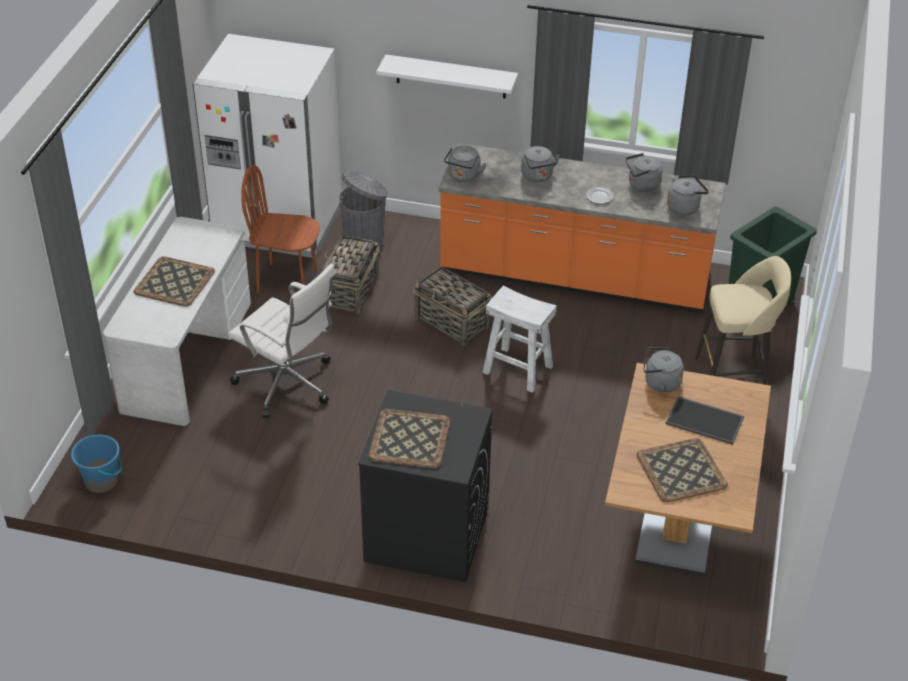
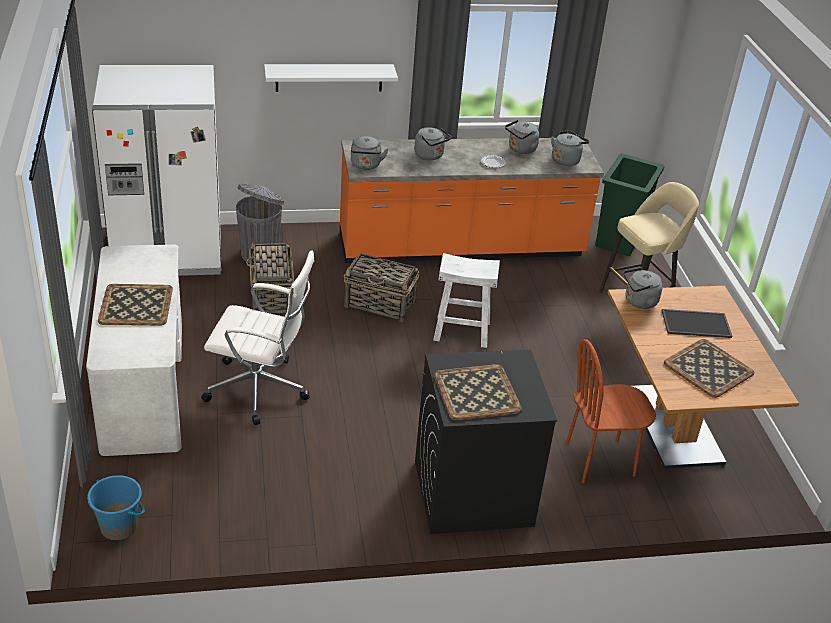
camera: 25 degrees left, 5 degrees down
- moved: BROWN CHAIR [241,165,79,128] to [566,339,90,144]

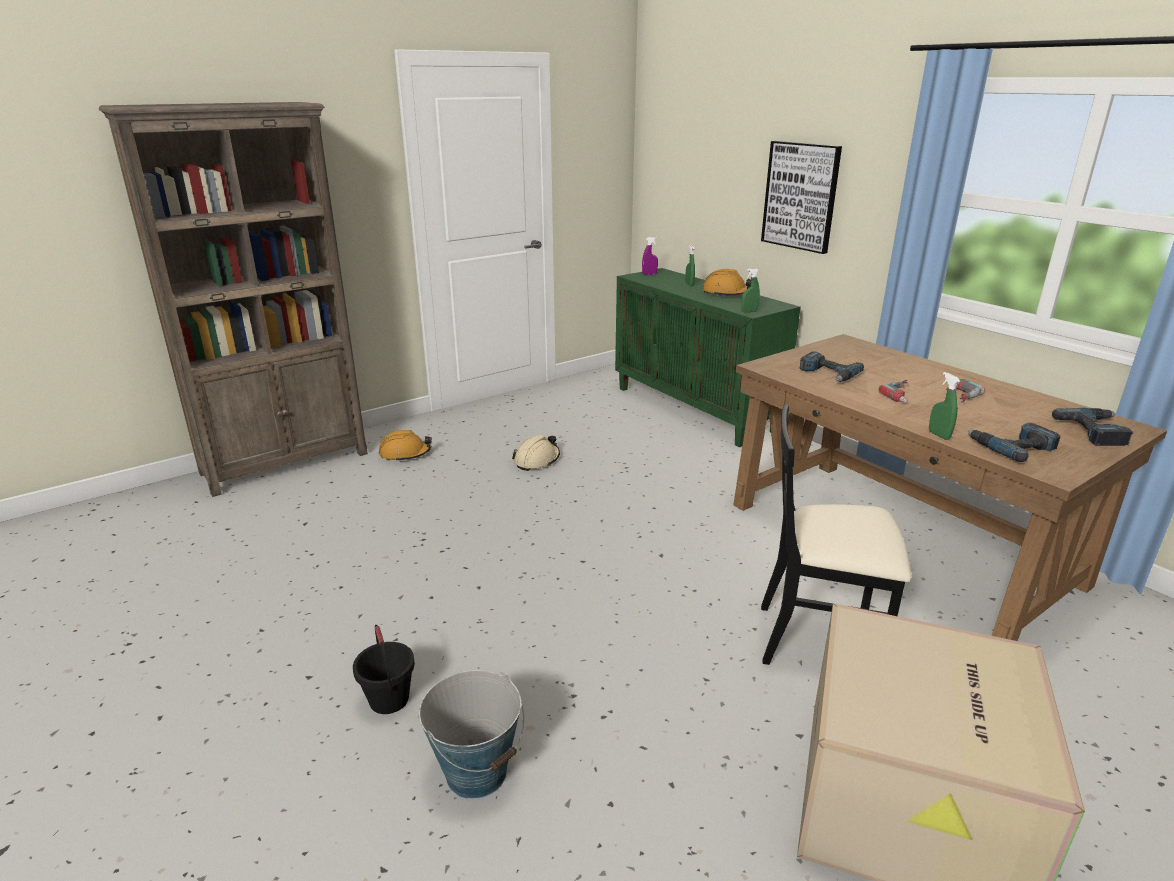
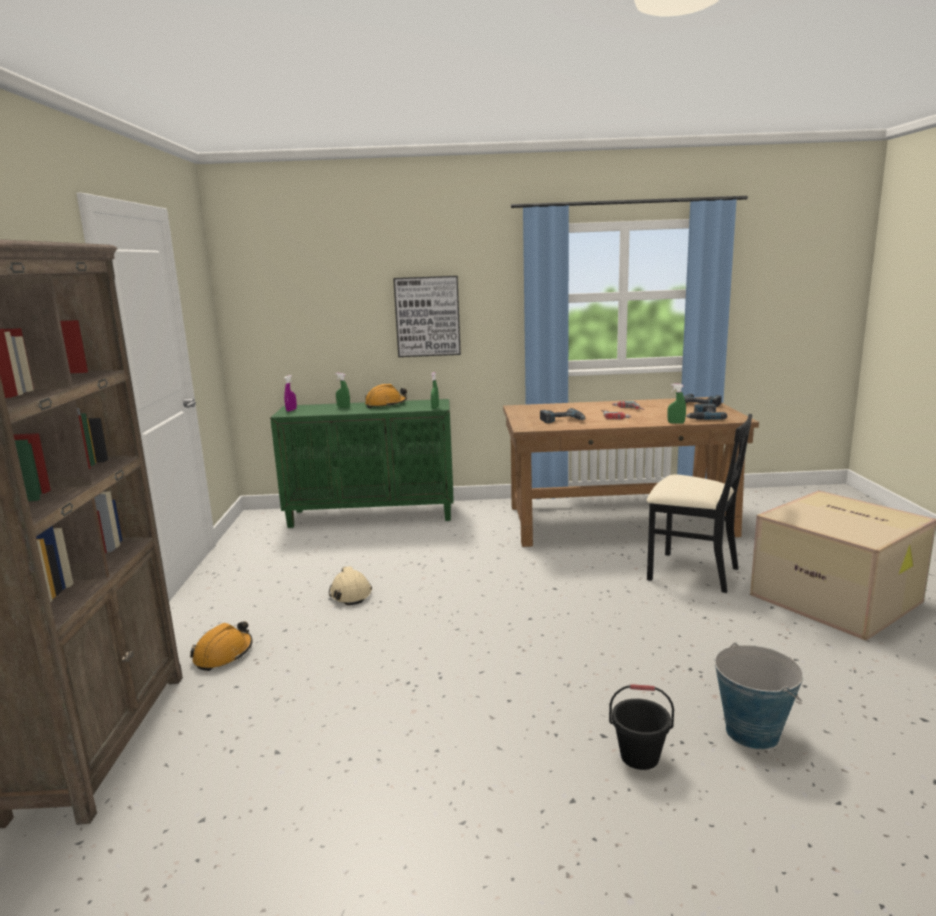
camera: 55 degrees left, 10 degrees down
- turned: BLACK-COLOURED CHAIR [761,405,150,260] = [647,414,105,179] 105 degrees counterclockwise

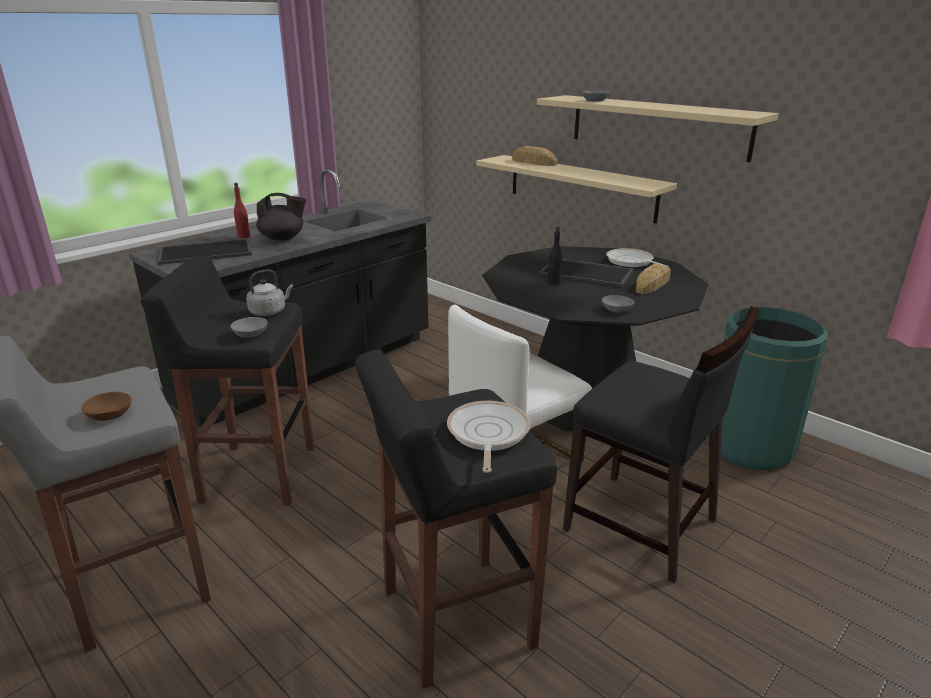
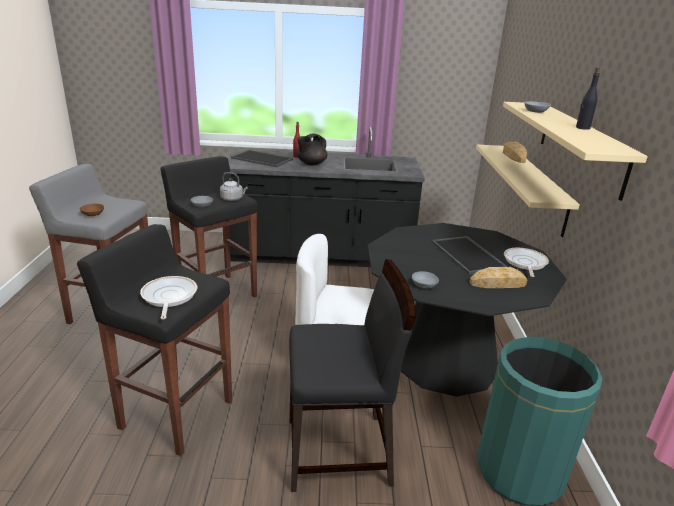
camera: 45 degrees right, 0 degrees up
- turned: BLACK-COLOURED TEAPOT [256,193,50,48] = [296,133,31,32] 90 degrees clockwise
- moved: BLACK-COLOURED DRINK BOTTLE [548,227,14,58] to [576,67,24,63]
- turned: BLACK-COLOURED CHAIR [563,306,196,277] = [289,259,127,233] 90 degrees counterclockwise
- turned: SKILLET [447,401,84,72] = [140,276,58,43] 60 degrees counterclockwise

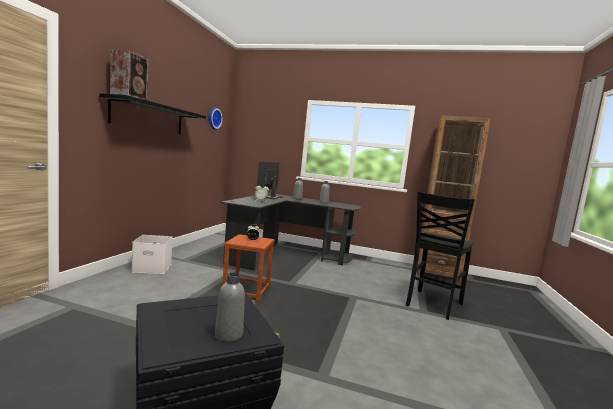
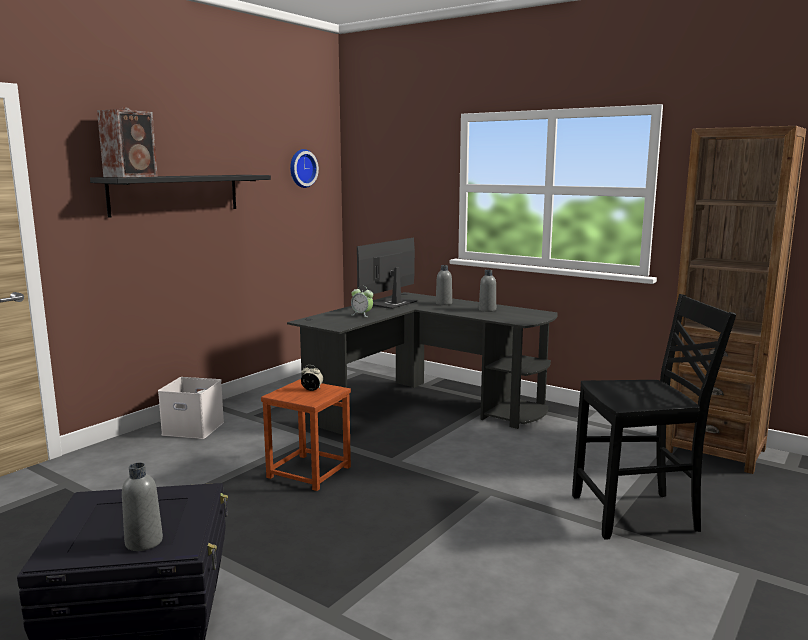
camera: 20 degrees right, 5 degrees up
- turned: BLACK-COLOURED CHAIR [406,191,69,129] = [572,294,164,246] 150 degrees counterclockwise

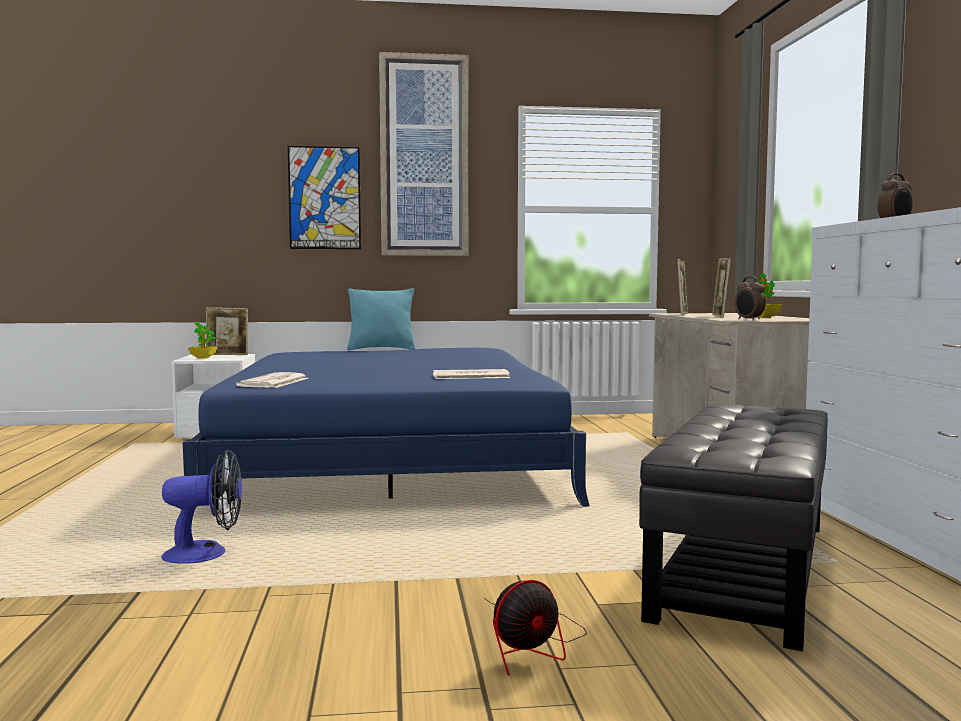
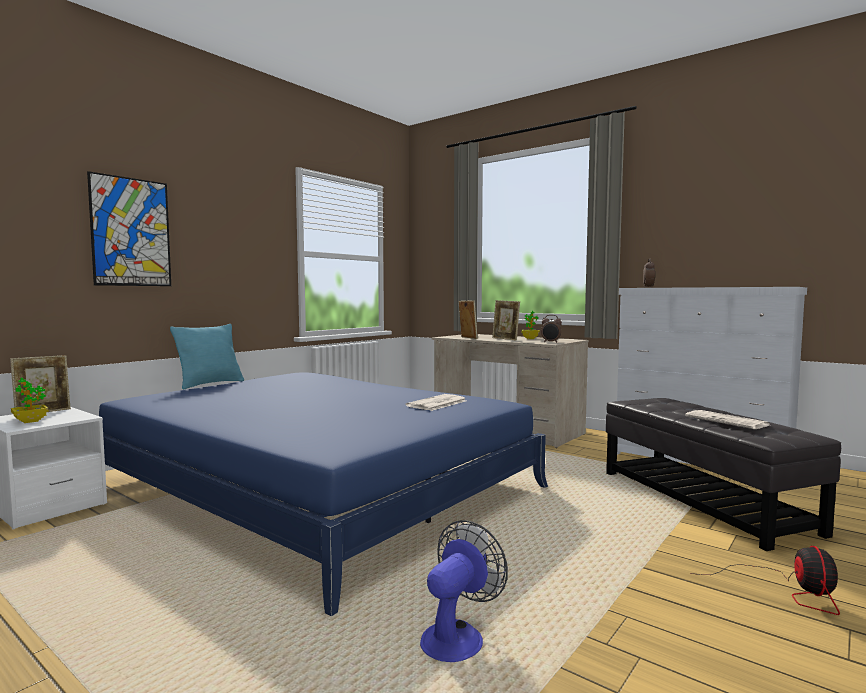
camera: 45 degrees left, 0 degrees up
- removed: WALL ART [379,52,89,204]
- moved: PRINTED PAPER [236,372,72,16] to [685,410,84,19]

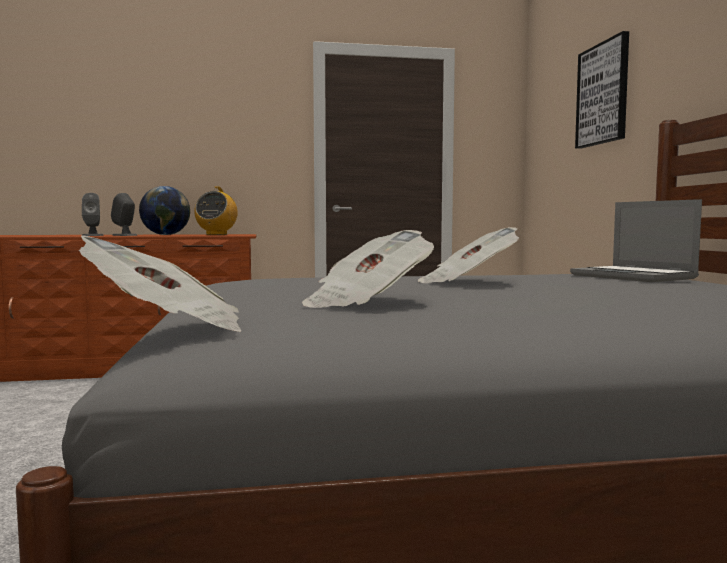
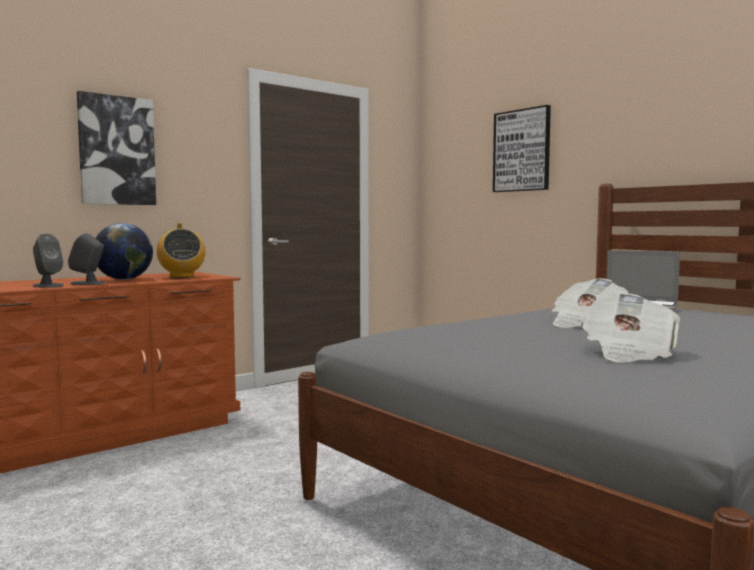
camera: 30 degrees left, 0 degrees up
- removed: PRINTED PAPER [79,235,162,97]
- added: WALL ART [77,91,79,114]

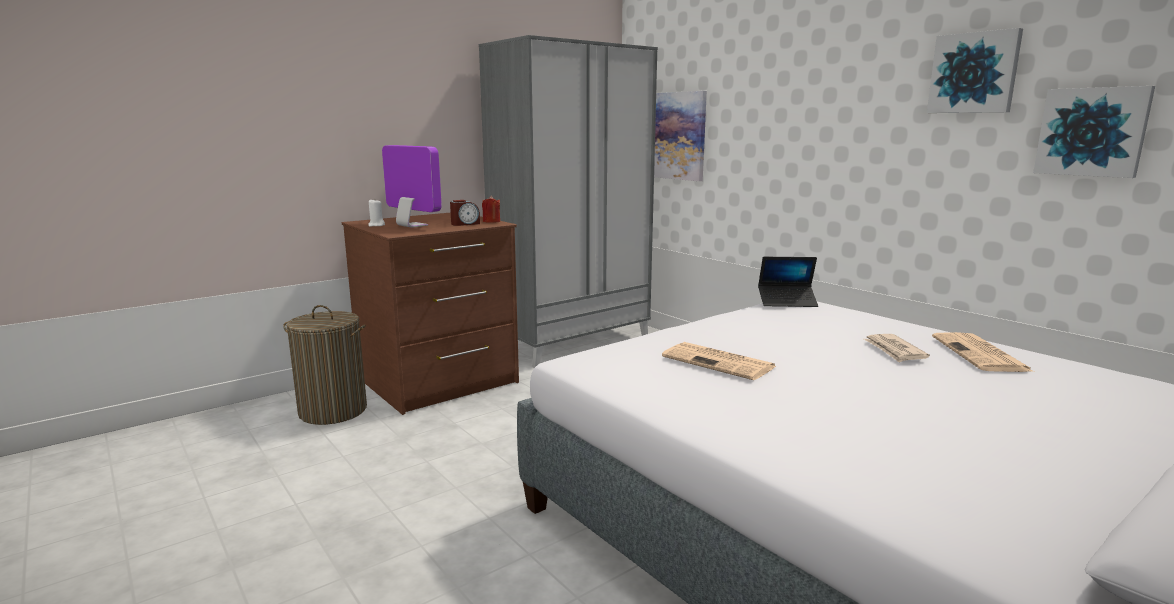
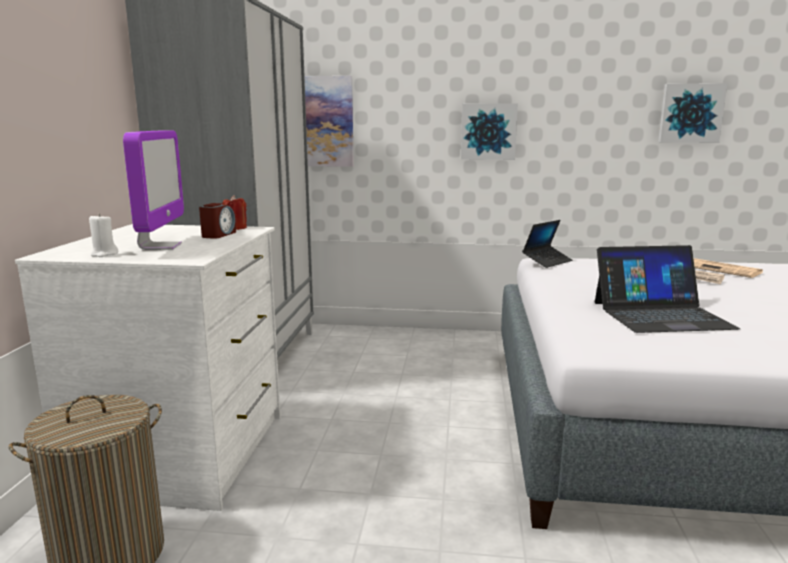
camera: 45 degrees left, 0 degrees up
- moved: WALL ART [927,28,96,85] to [461,103,57,57]
- turned: MONITOR [382,145,60,83] = [123,131,61,119] 90 degrees clockwise
- recoloured: BROWN DRESSER [342,213,177,202] to WHITE DRESSER [15,224,266,287]
- replaced: PRINTED PAPER [662,342,115,38] to LAPTOP [595,245,145,88]

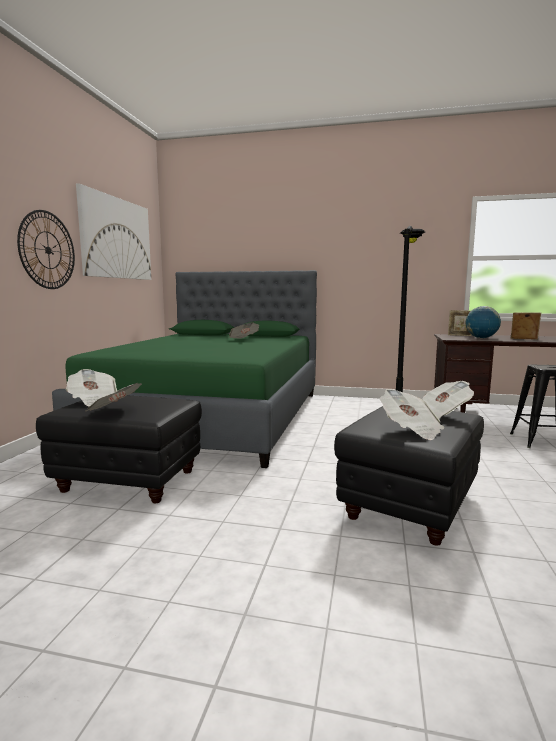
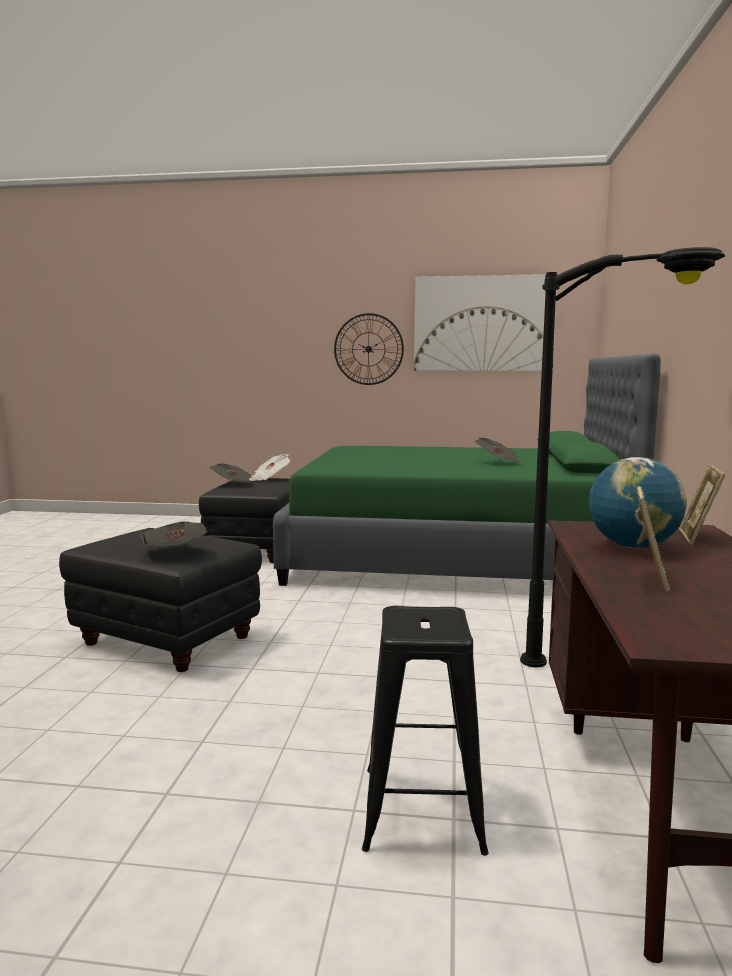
camera: 85 degrees right, 0 degrees up
- removed: PRINTED PAPER [380,389,65,51]

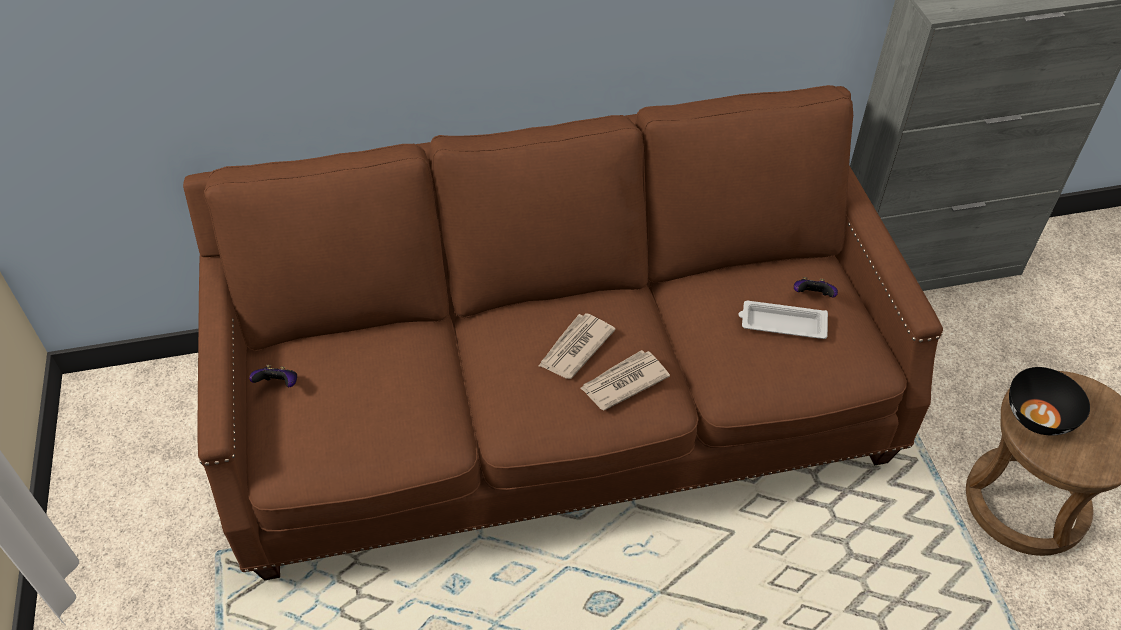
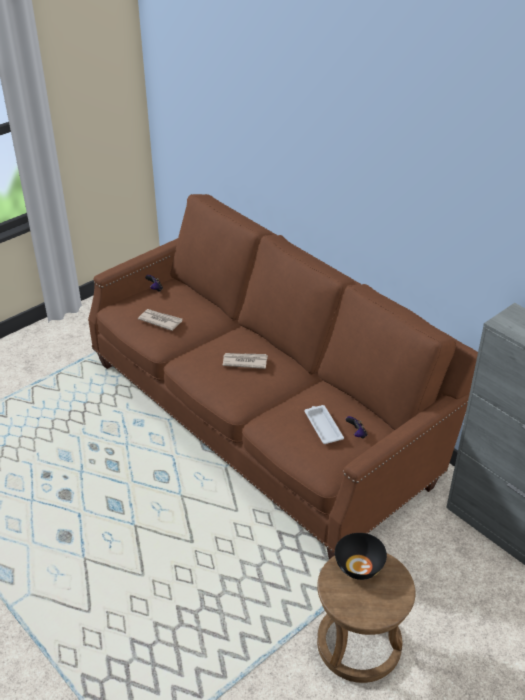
camera: 60 degrees right, 10 degrees down
- moved: PRINTED PAPER [580,350,90,61] to [138,309,44,22]

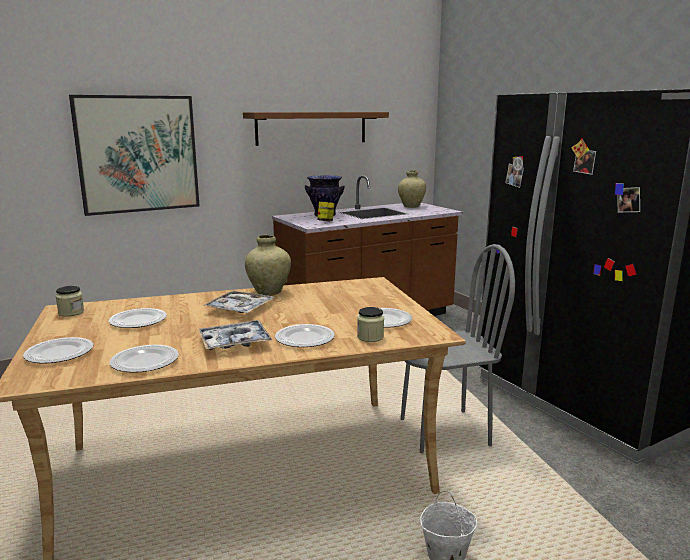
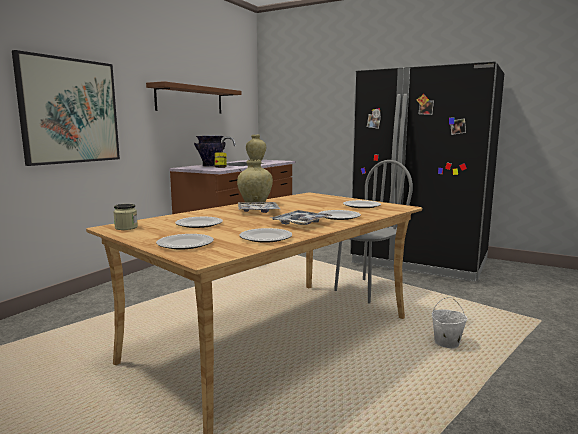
camera: 30 degrees left, 5 degrees down
- removed: PRESERVE JAR [357,307,27,35]

